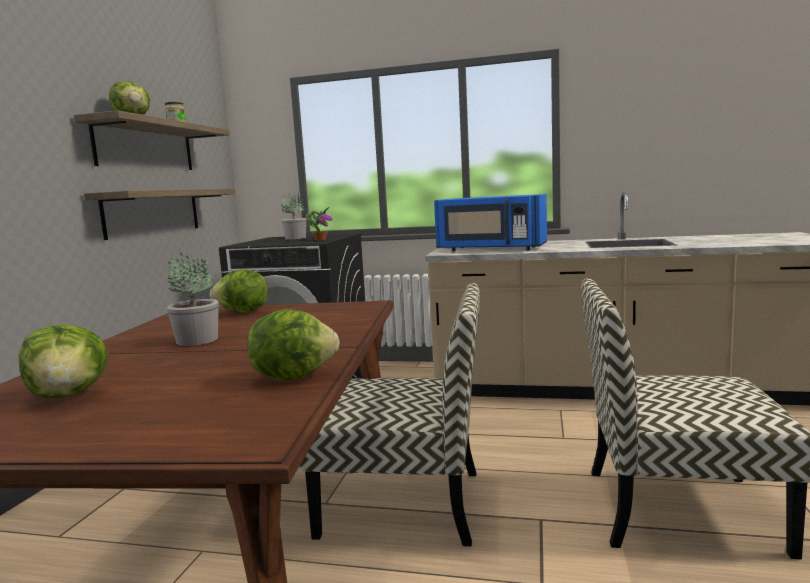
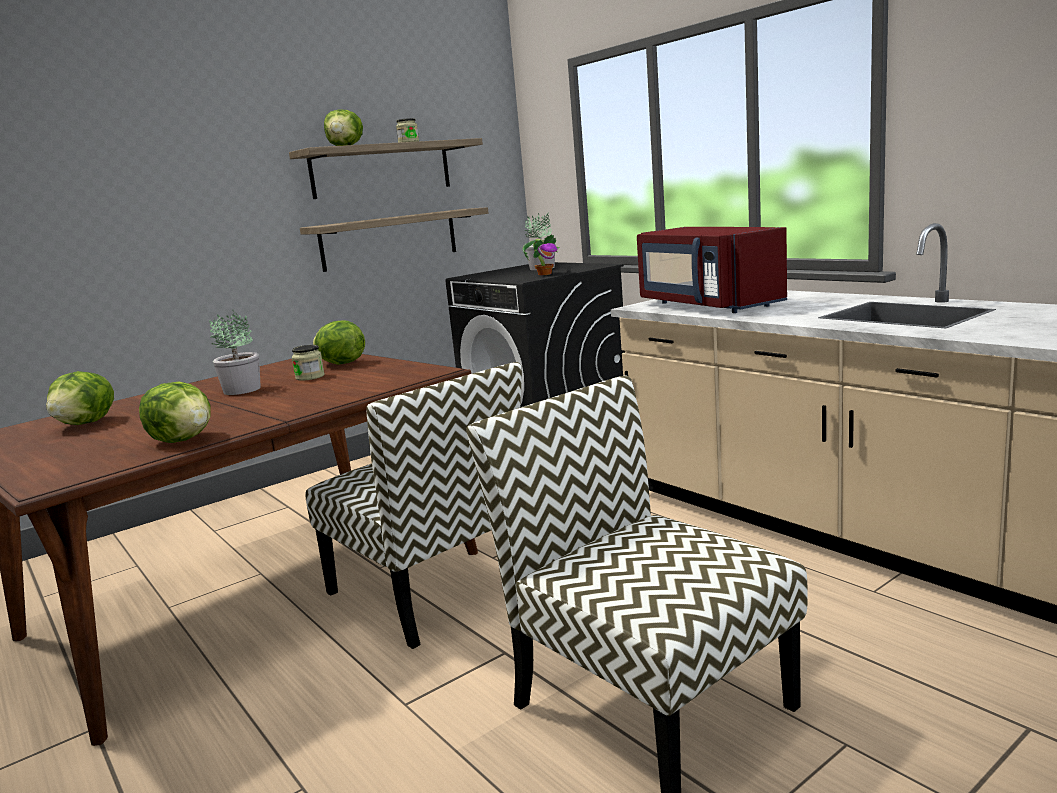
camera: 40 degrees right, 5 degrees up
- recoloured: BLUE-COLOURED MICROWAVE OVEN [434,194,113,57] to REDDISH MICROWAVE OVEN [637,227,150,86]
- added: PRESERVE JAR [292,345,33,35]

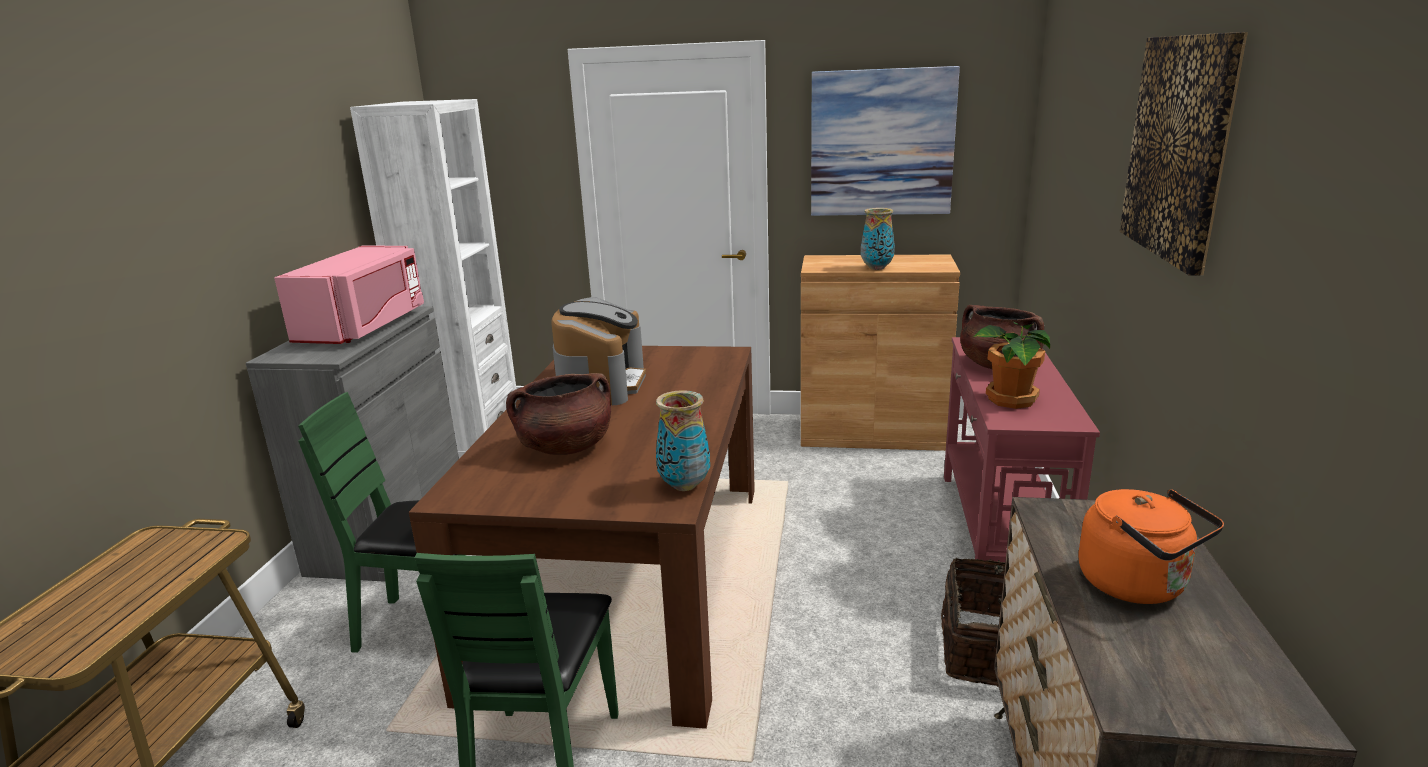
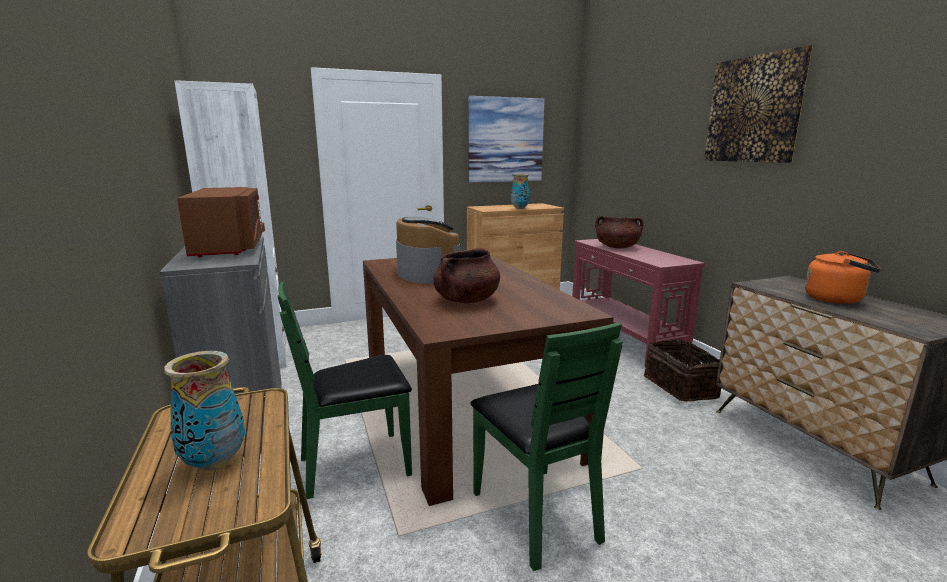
camera: 30 degrees left, 5 degrees down
- recoloured: PINKISH MICROWAVE OVEN [274,246,150,98] to BROWN MICROWAVE OVEN [177,187,88,70]
- removed: PLANT IN A POT [973,321,77,88]
- moved: VASE [656,390,54,101] to [164,351,81,120]

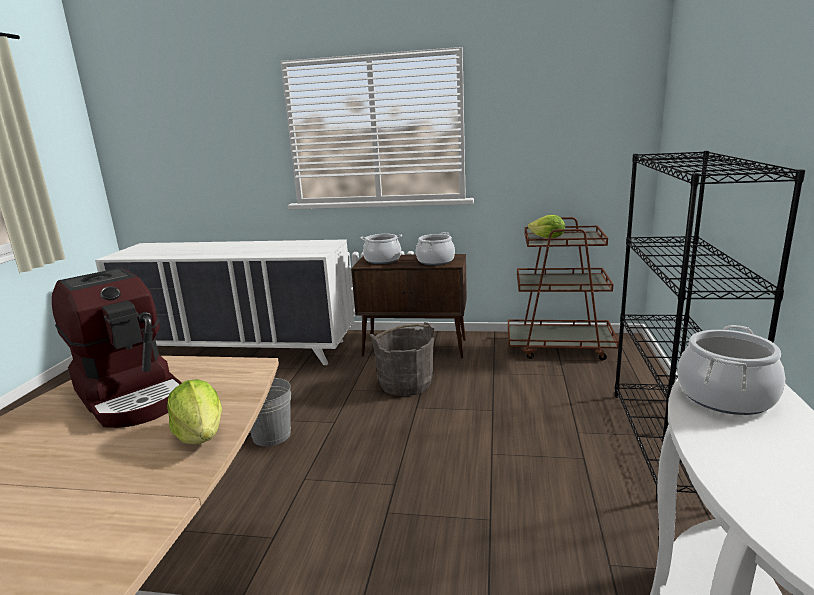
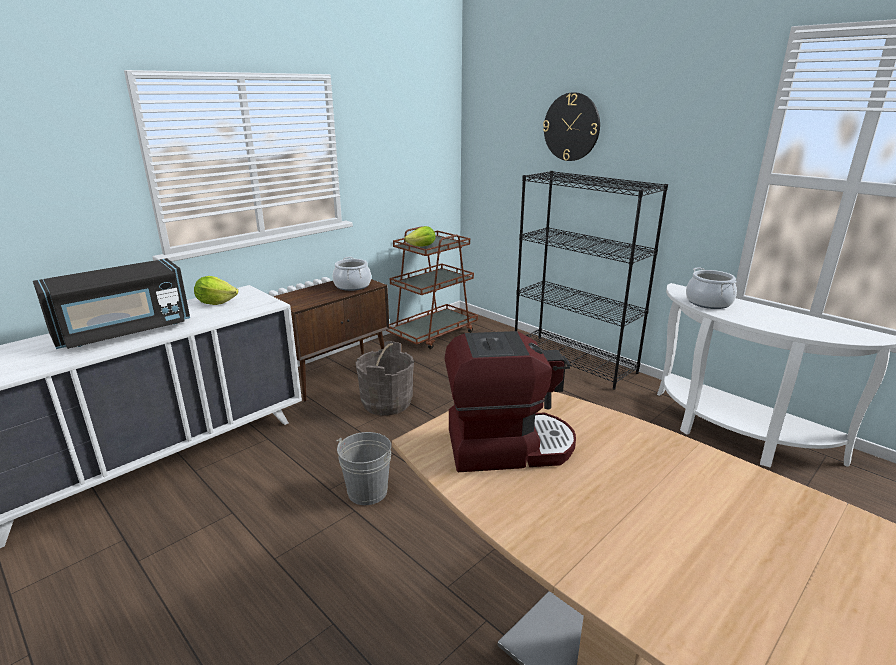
camera: 55 degrees left, 5 degrees up
- removed: SAUCEPOT [360,234,42,30]
- moved: HEAD OF LETTUCE [167,379,55,66] to [194,276,44,29]
- added: CLOCK ON THE WALL [543,92,57,69]
- added: BLACK-COLOURED MICROWAVE OVEN [33,258,157,91]

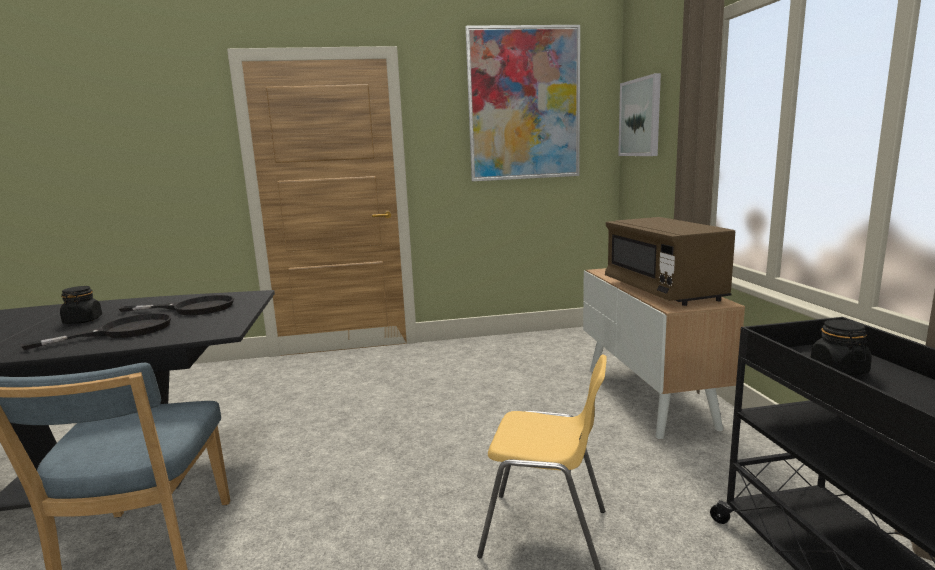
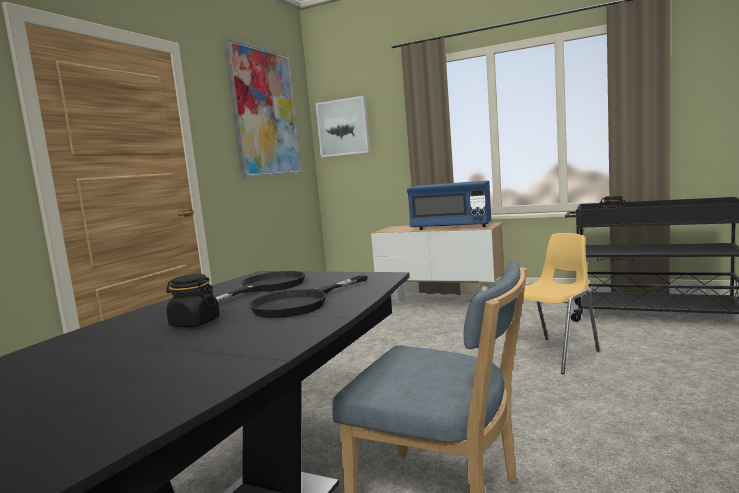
camera: 55 degrees left, 5 degrees down
- recoloured: BROWN MICROWAVE OVEN [605,217,130,89] to BLUE-COLOURED MICROWAVE OVEN [407,181,85,49]
- turned: BLACK-COLOURED SKILLET [20,313,151,37] = [249,275,119,43] 135 degrees counterclockwise

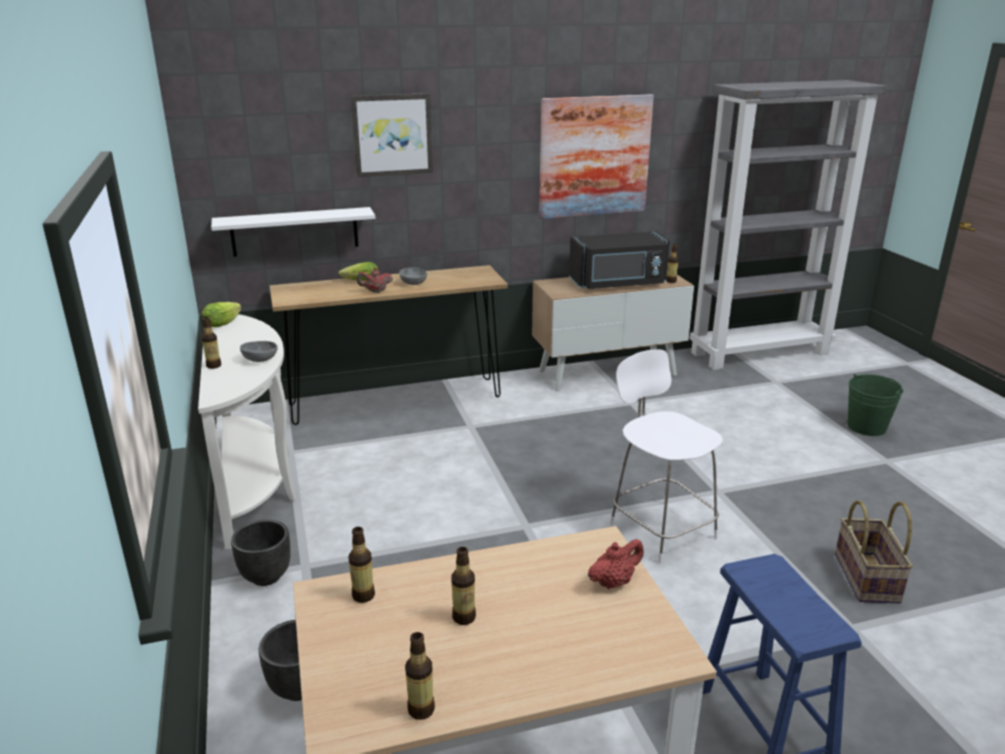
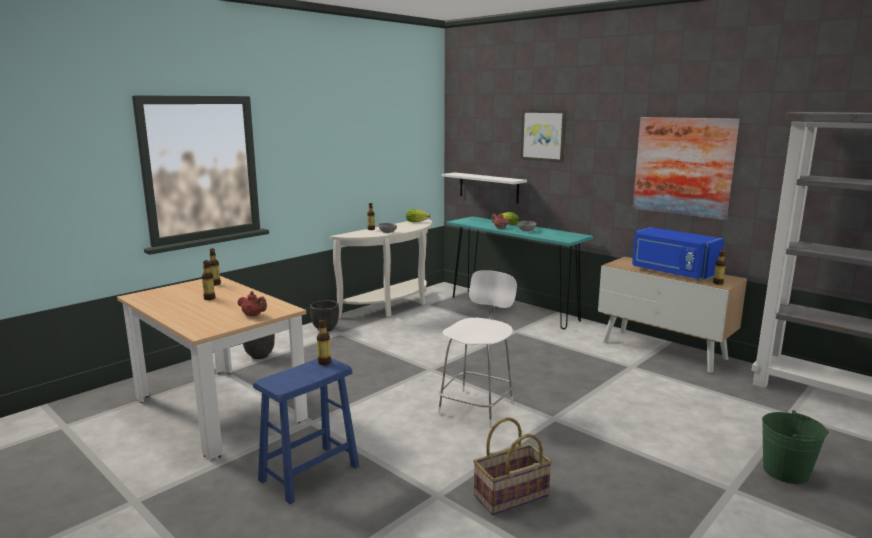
camera: 60 degrees right, 10 degrees down
- recoloured: BLACK-COLOURED MICROWAVE OVEN [569,232,101,57] to BLUE-COLOURED MICROWAVE OVEN [632,227,92,54]
- recoloured: BROWN CONSOLE TABLE [270,265,238,160] to BLUE-GREEN CONSOLE TABLE [446,216,147,113]
- moved: DRINK BOTTLE [405,632,30,88] to [317,318,14,47]

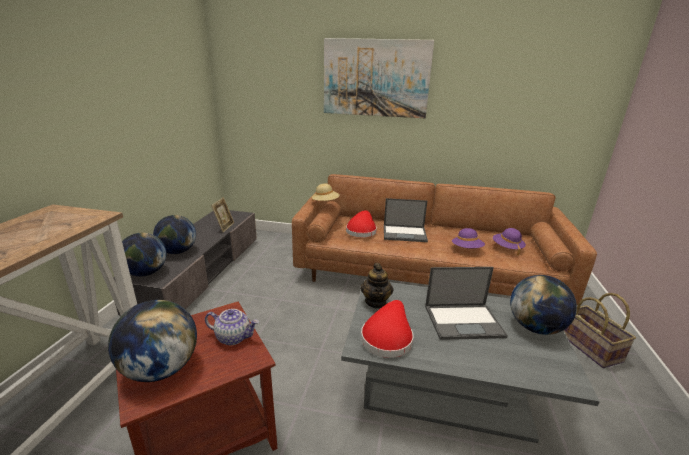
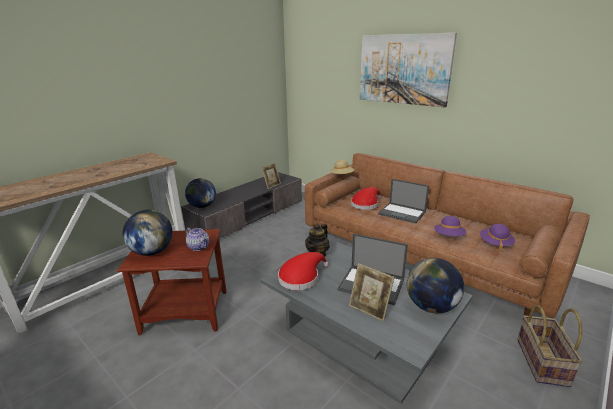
camera: 30 degrees right, 0 degrees up
- removed: WORLD GLOBE [153,215,43,39]
- added: PHOTO FRAME [349,263,46,59]

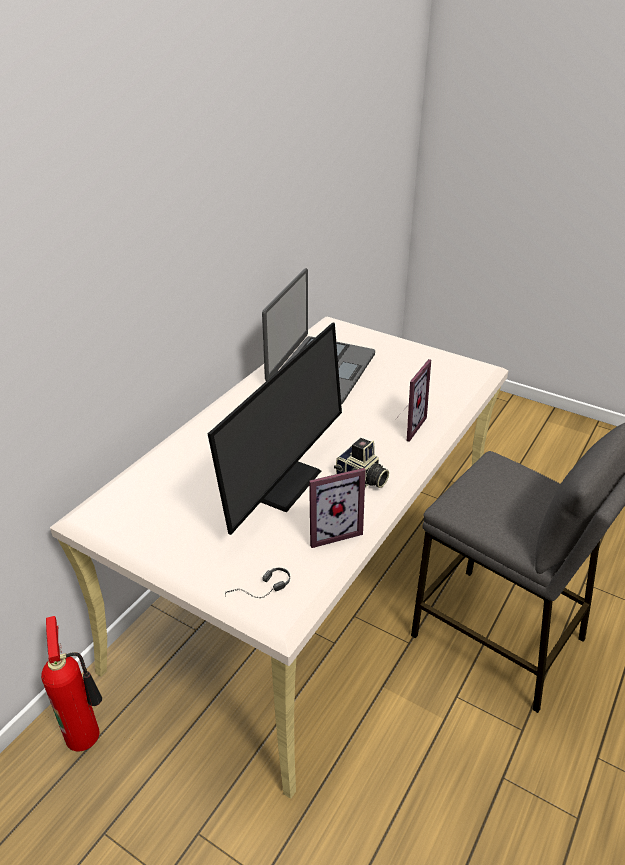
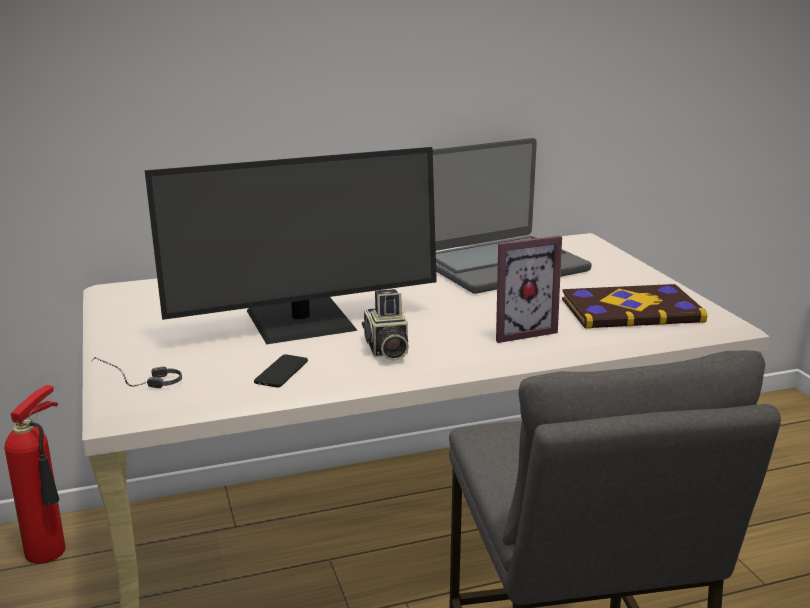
camera: 40 degrees right, 15 degrees down
- replaced: PHOTO FRAME [309,468,57,80] to HANDSET [254,354,54,34]
- added: VOLUME [562,284,145,45]

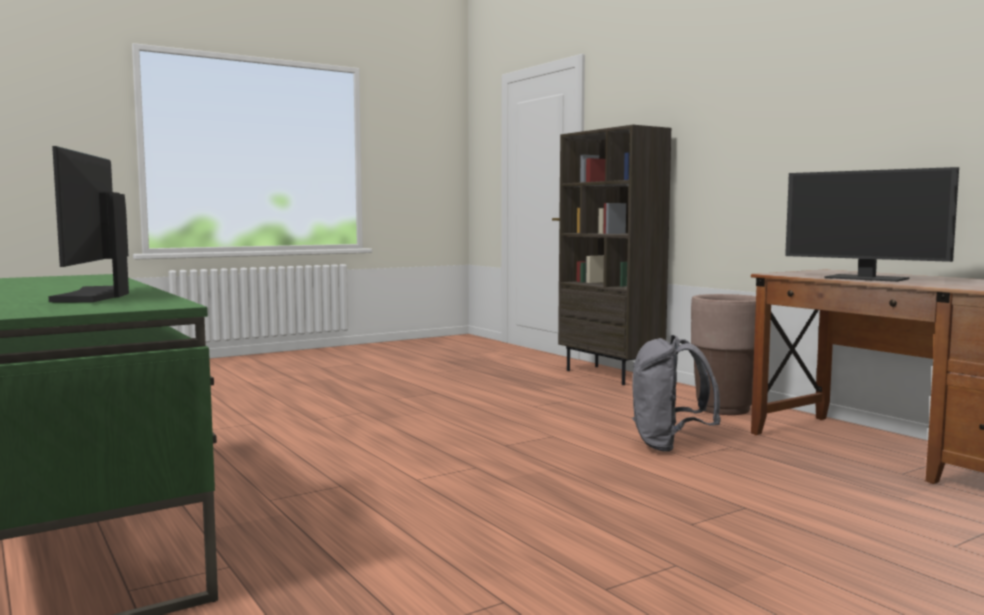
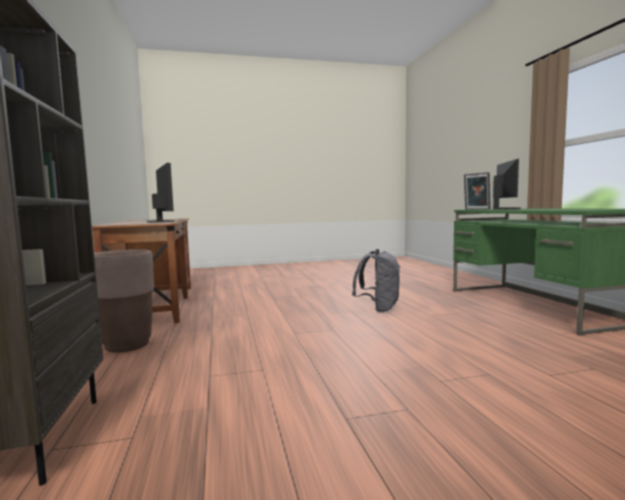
camera: 160 degrees left, 0 degrees up
- moved: GREYISH KNAPSACK [632,335,89,117] to [352,249,48,63]
- added: PHOTO FRAME [464,172,27,38]

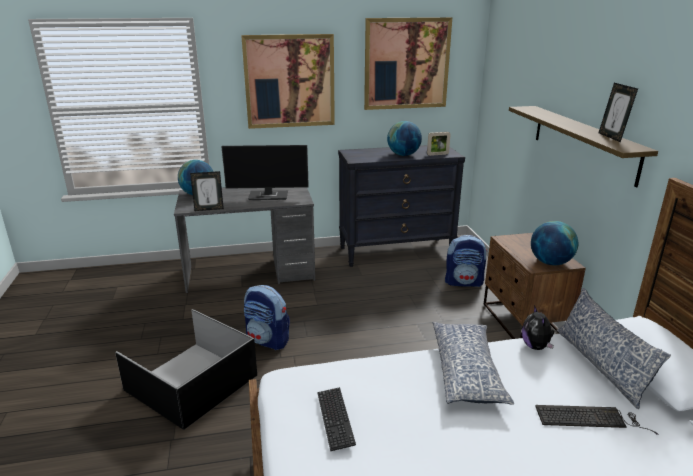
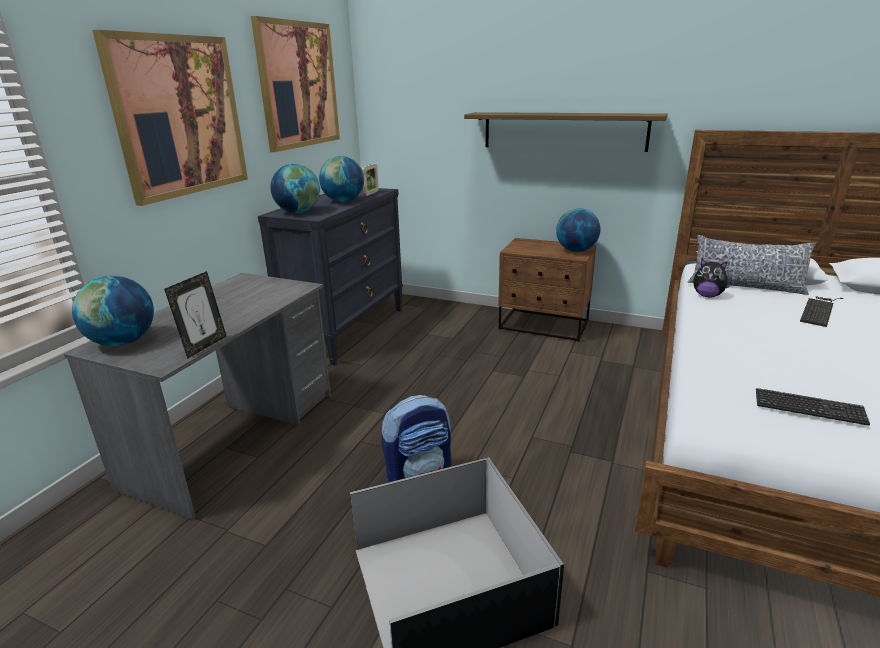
camera: 55 degrees left, 0 degrees up
- removed: PHOTO FRAME [599,83,39,59]
- removed: MONITOR [221,145,88,55]
- removed: KNAPSACK [445,235,42,52]
- removed: PILLOW [433,322,81,83]
- added: WORLD GLOBE [270,164,50,49]

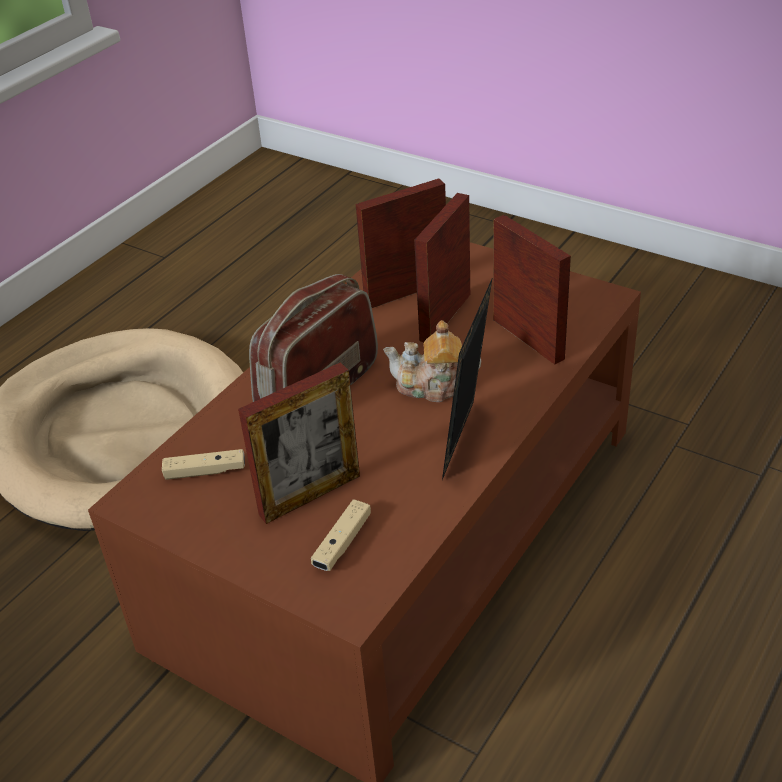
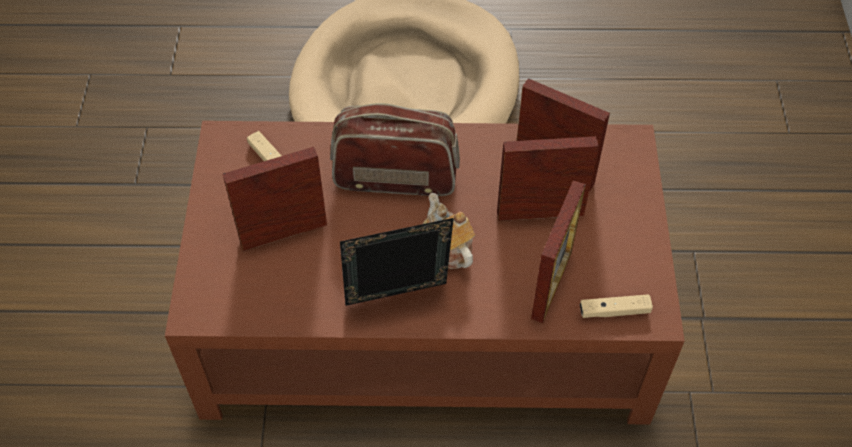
camera: 55 degrees right, 15 degrees up
- turned: PHOTO FRAME [238,362,122,162] = [223,147,104,104] 135 degrees clockwise
- moved: SAND-COLOURED JOYPAD [311,499,60,72] to [580,294,73,24]

